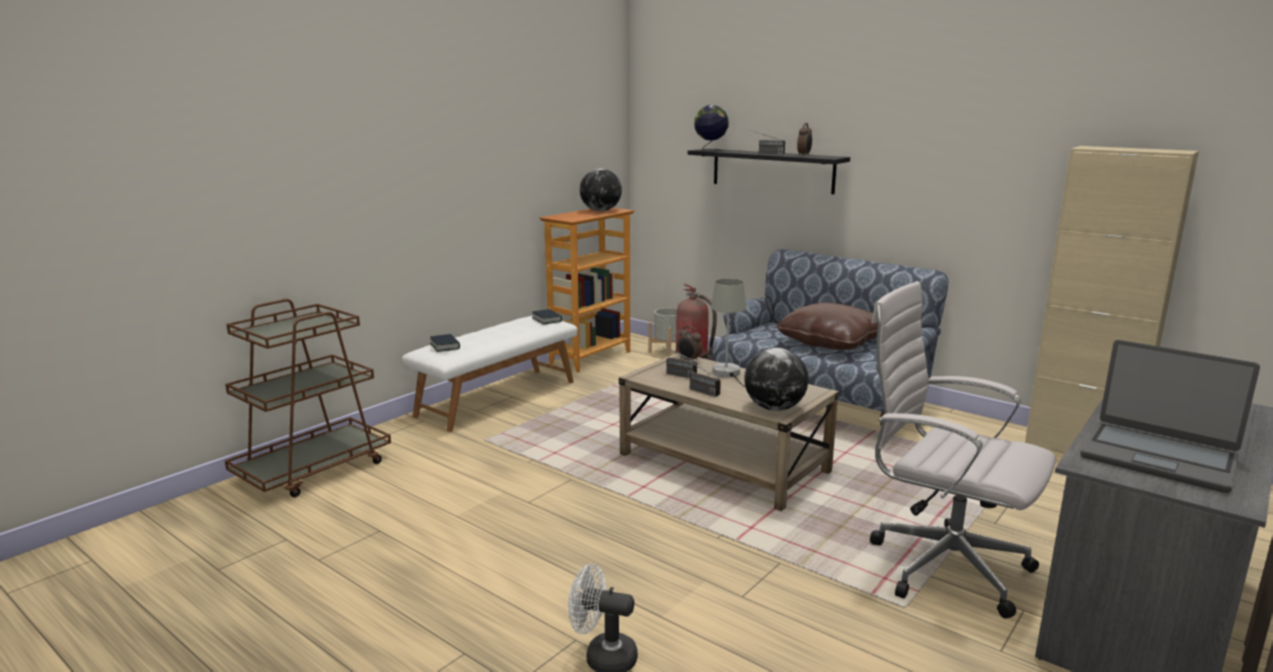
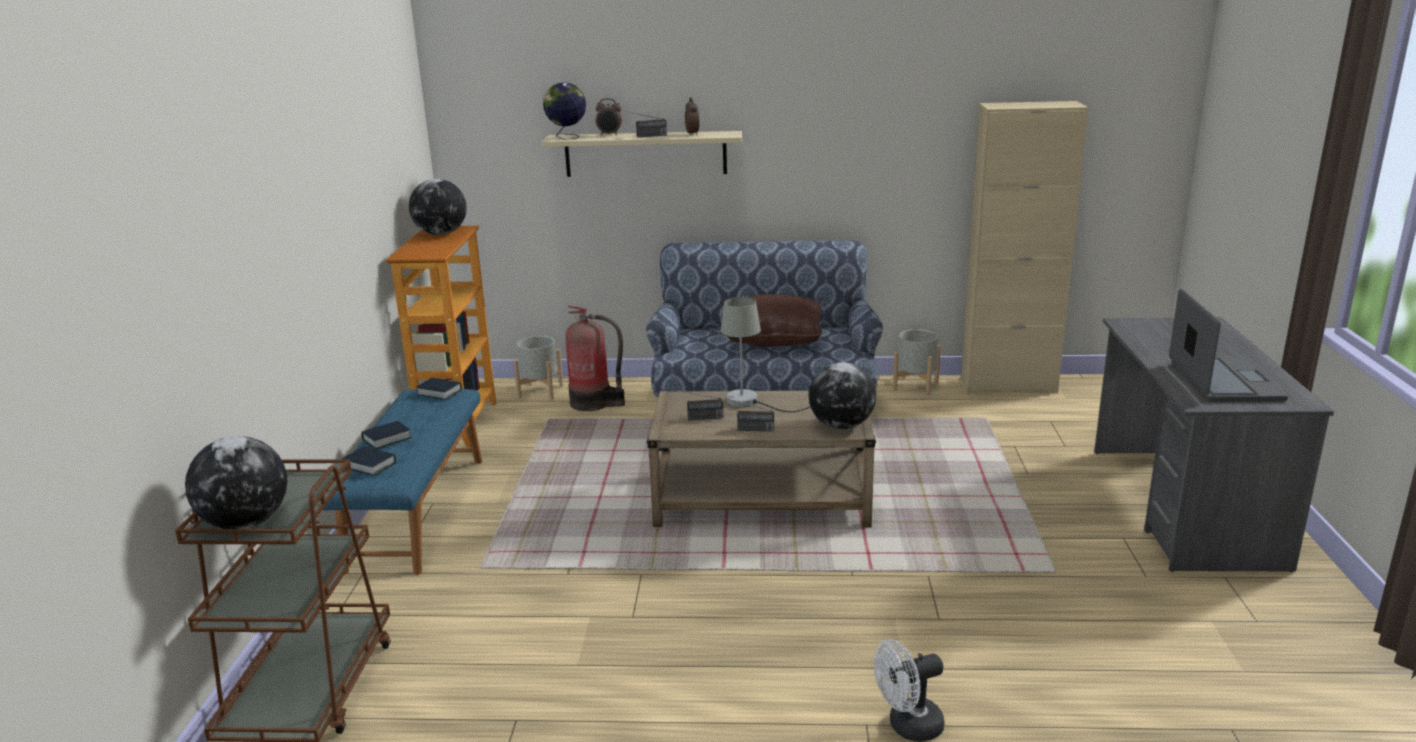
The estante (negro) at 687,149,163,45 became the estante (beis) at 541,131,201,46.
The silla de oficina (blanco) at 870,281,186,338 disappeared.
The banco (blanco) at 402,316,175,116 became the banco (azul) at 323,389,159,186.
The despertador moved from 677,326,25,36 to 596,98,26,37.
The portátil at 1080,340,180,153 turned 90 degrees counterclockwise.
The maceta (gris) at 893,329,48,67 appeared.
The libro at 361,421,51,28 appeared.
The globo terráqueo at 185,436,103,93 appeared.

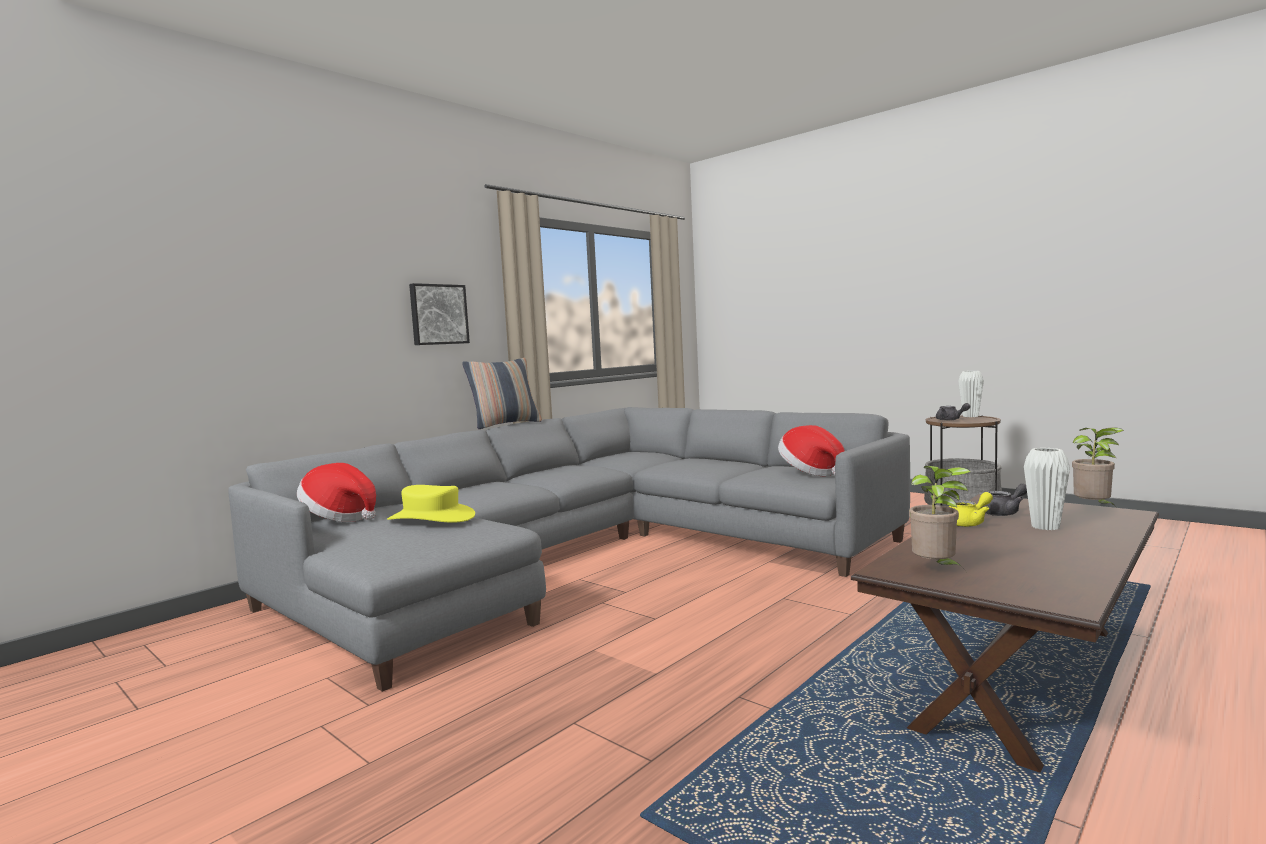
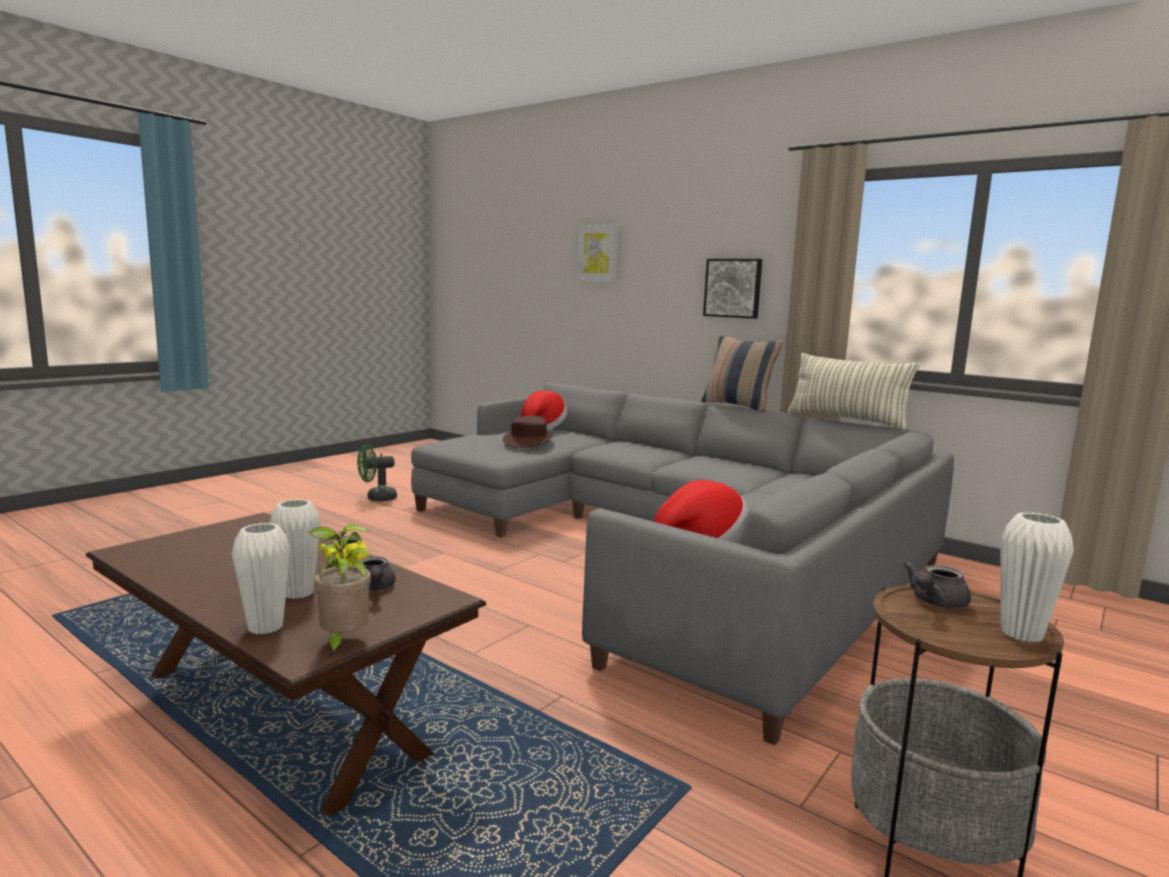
The planta en maceta at 909,466,62,104 disappeared.
The sombrero (amarillo) at 387,485,88,38 became the sombrero (marrón) at 503,416,51,32.
The cuadro at 577,224,42,58 appeared.
The cojín at 787,353,133,77 appeared.
The ventilador (verde) at 357,444,40,57 appeared.
The florero (blanco) at 232,523,58,112 appeared.

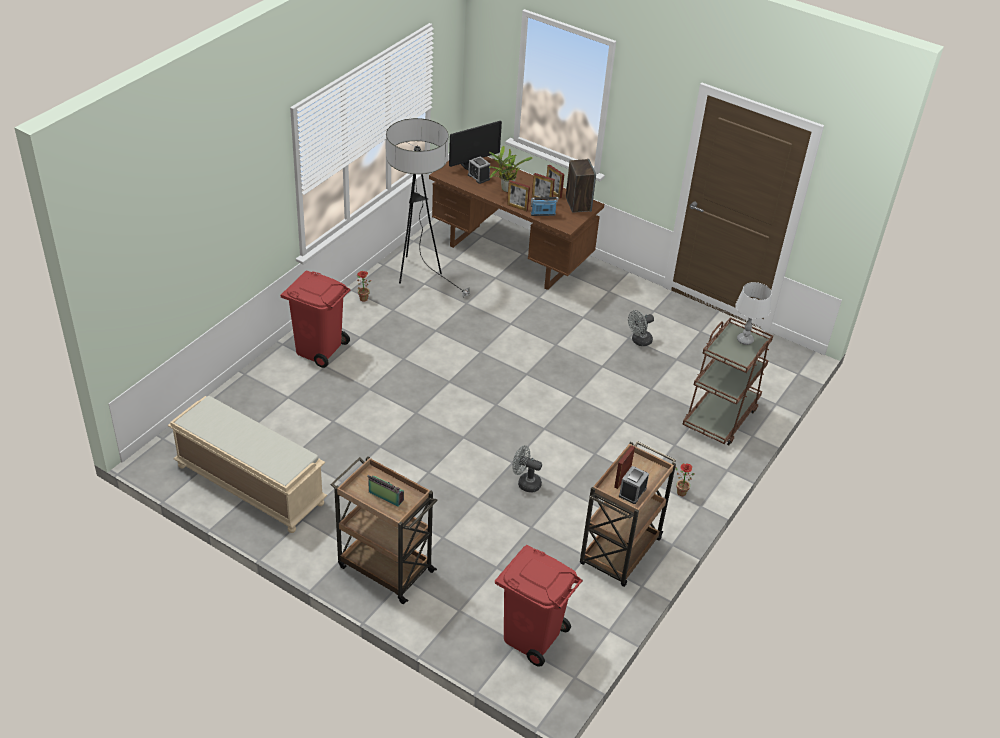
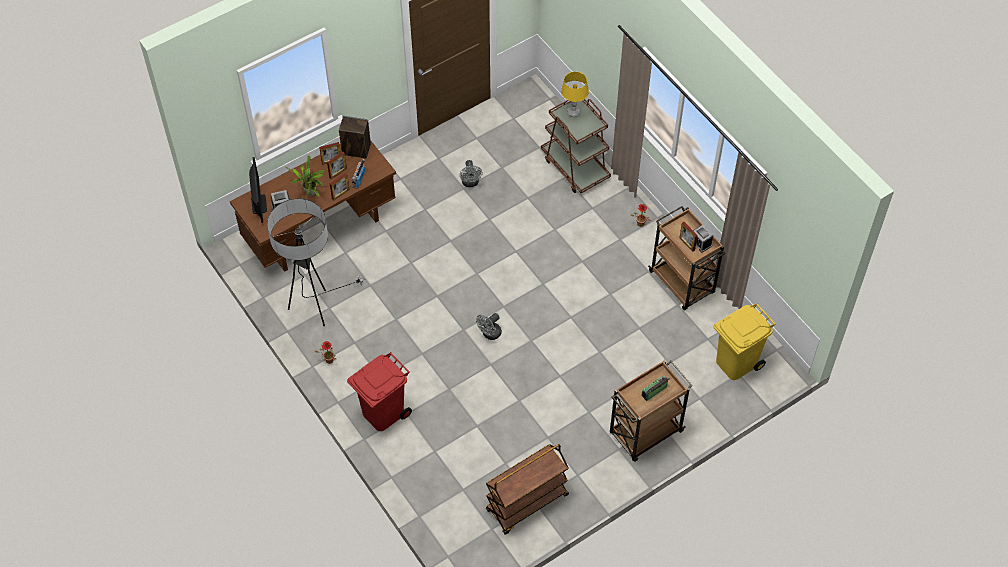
The lámpara de mesa (gris) at 735,282,37,63 became the lámpara de mesa (amarillo) at 561,72,28,45.
The banco (beis) at 168,396,159,137 was replaced by the carrito (marrón) at 486,444,83,91.
The ventilador (gris) moved from 512,445,30,48 to 476,313,26,27.
The papelera (rojo) at 495,545,88,122 became the papelera (amarillo) at 713,303,63,77.

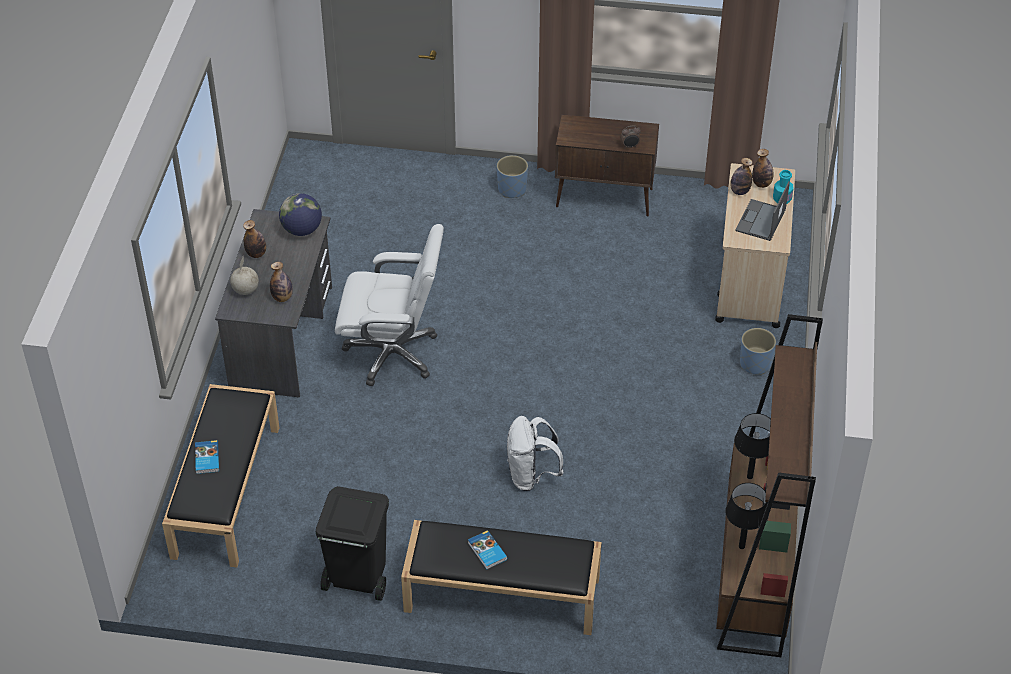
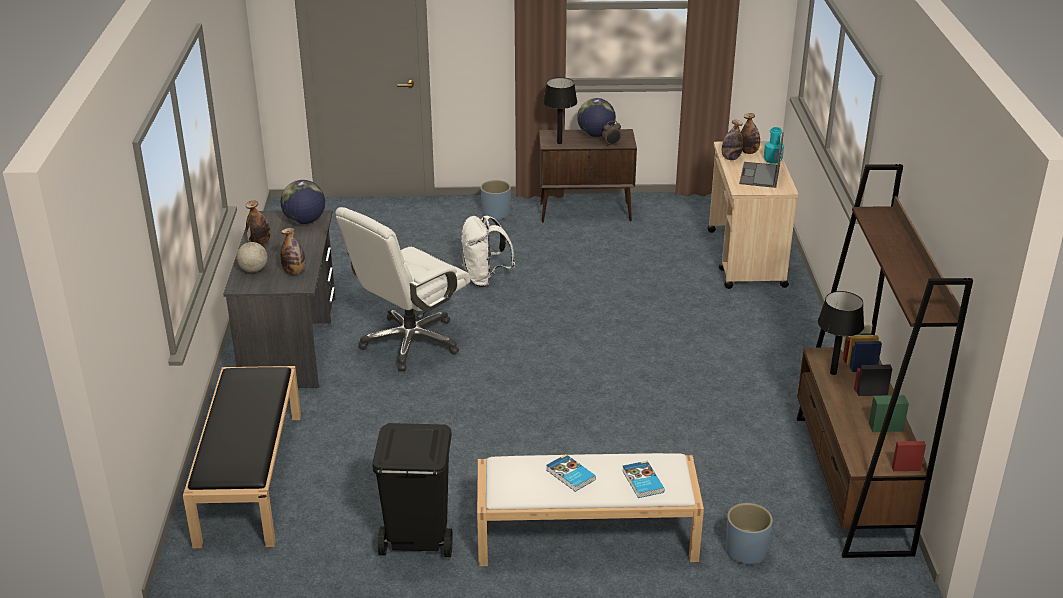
The silla de oficina (blanco) at 335,224,109,162 turned 135 degrees clockwise.
The maceta (azul) moved from 740,328,36,47 to 726,503,47,61.
The mochila (blanco) moved from 507,416,57,75 to 461,216,54,71.
The libro moved from 195,440,24,34 to 623,461,42,37.
The lámpara de mesa (negro) moved from 725,483,44,66 to 543,77,34,67.
The banco (negro) at 401,520,201,115 became the banco (blanco) at 477,453,227,113.
The globo terráqueo at 577,98,39,39 appeared.

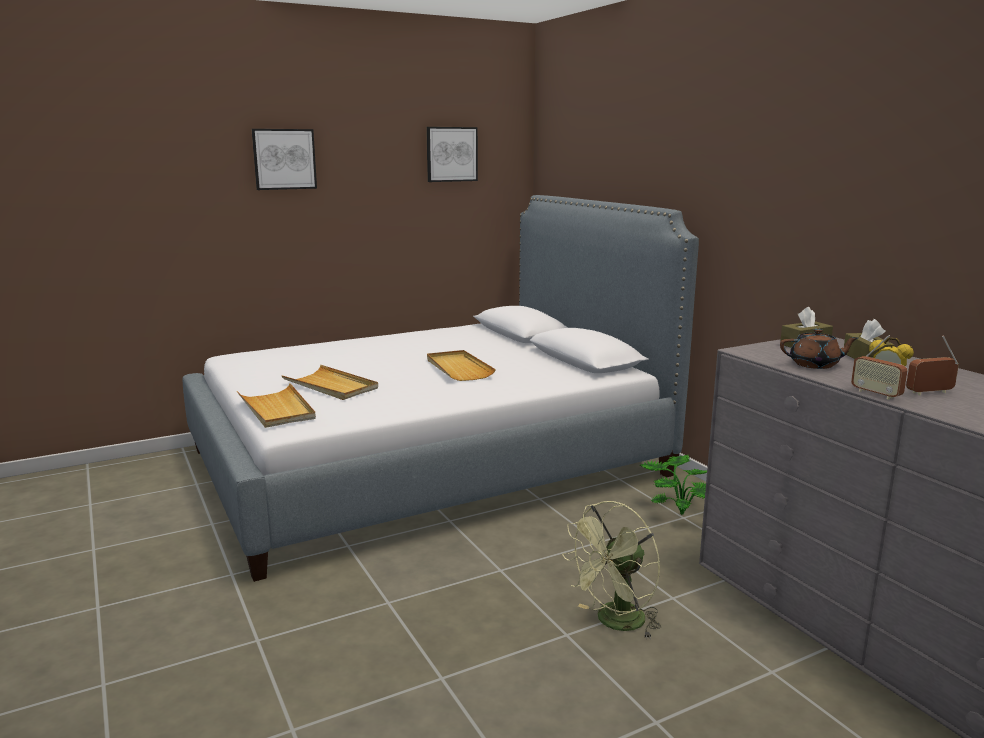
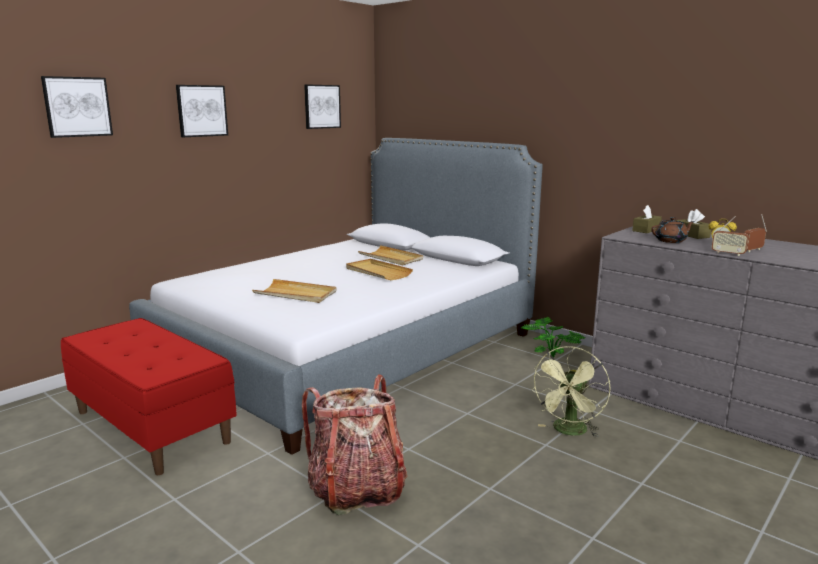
The bandeja (beis) moved from 237,383,79,45 to 358,245,65,20.
The cuadro at 41,76,72,62 appeared.
The banco (rojo) at 61,318,176,157 appeared.
The mochila at 302,375,106,140 appeared.

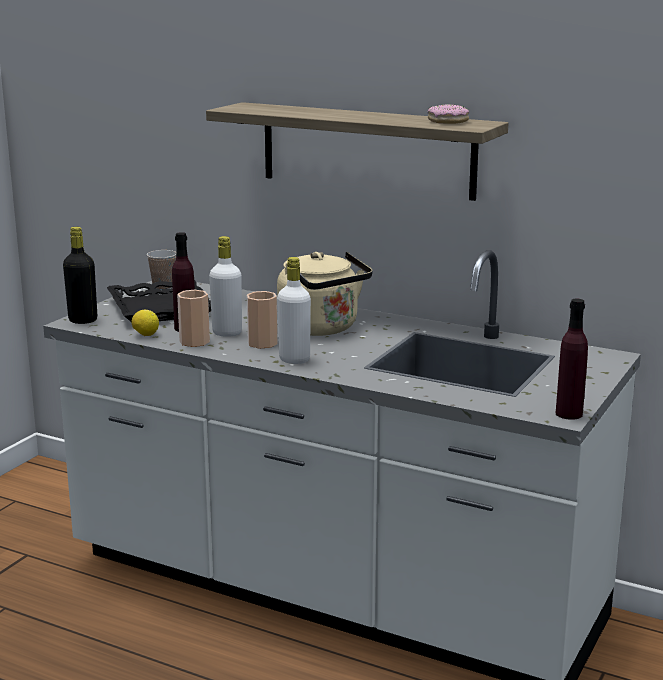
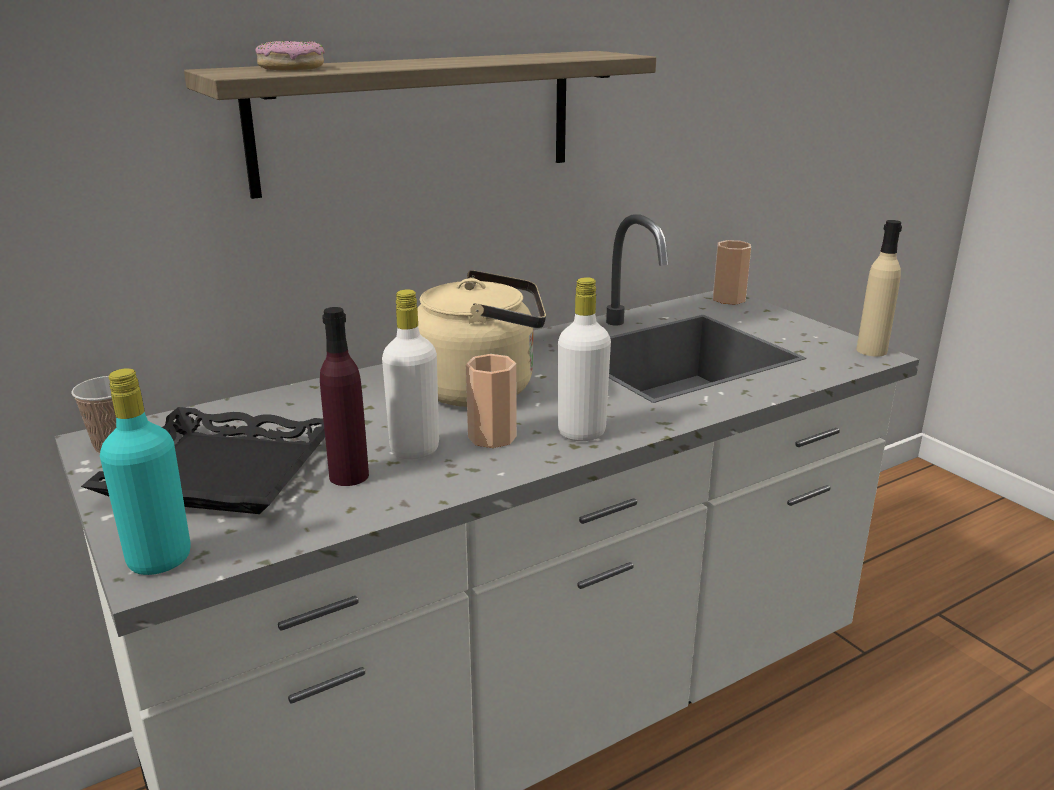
The rosquilla moved from 427,104,43,20 to 255,41,70,29.
The botella (negro) at 63,227,34,97 became the botella (turquesa) at 100,368,91,207.
The taza moved from 177,290,33,57 to 713,240,38,65.
The botella (morado) at 556,299,32,121 became the botella (beis) at 856,220,46,137.
The limón at 132,309,27,27 disappeared.

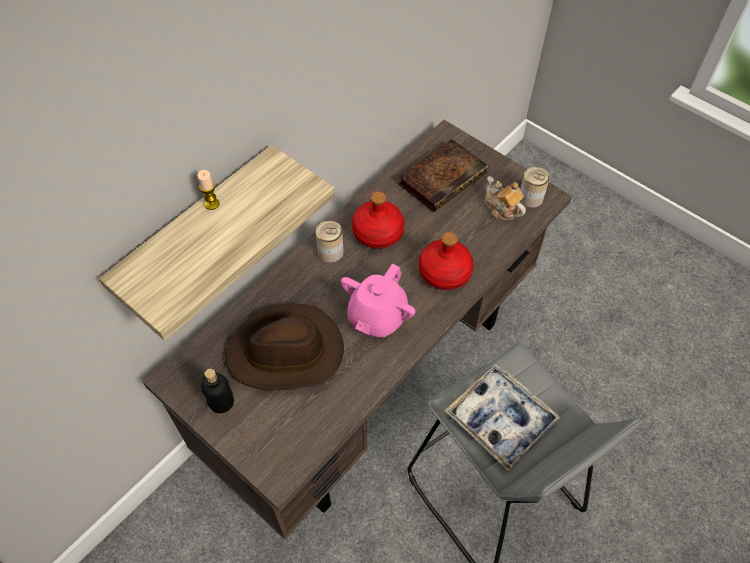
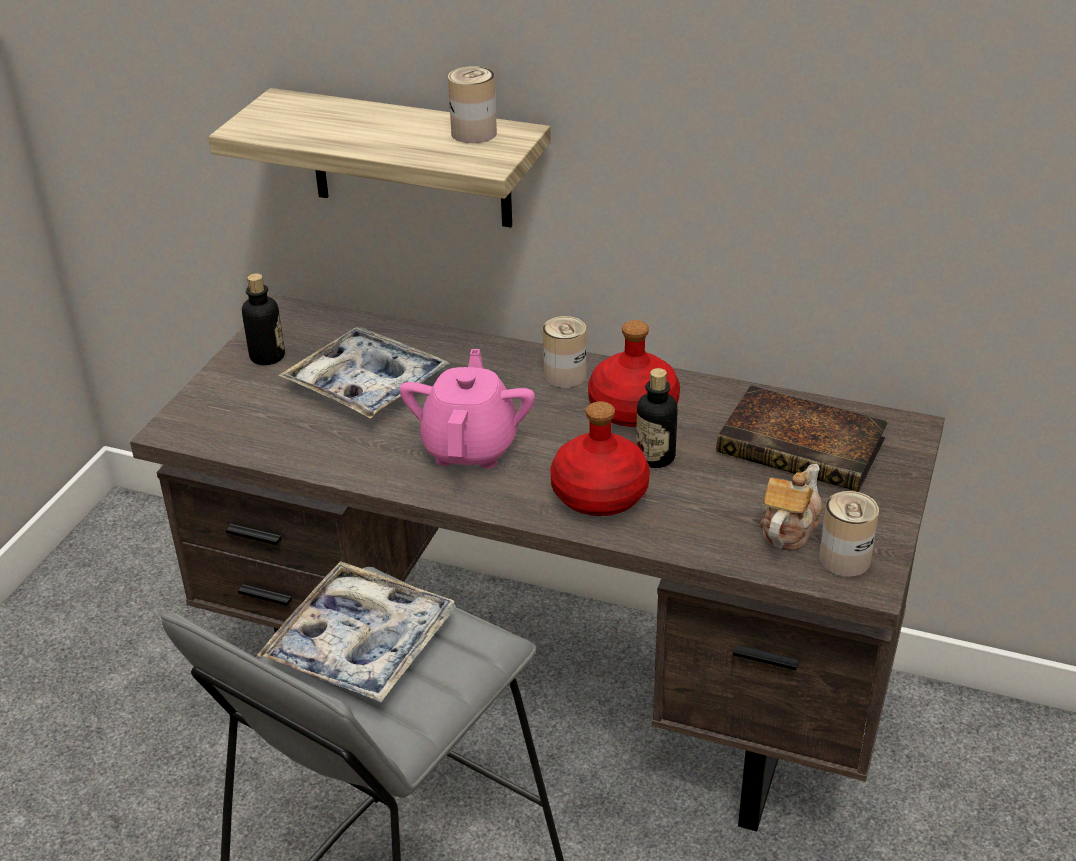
The vela at 198,170,22,40 disappeared.
The tetera (rosa) at 341,264,75,73 turned 90 degrees clockwise.
The sombrero (marrón) at 225,304,119,87 was replaced by the bandeja at 279,327,171,92.
The lata at 448,66,49,77 appeared.
The botella at 636,368,42,100 appeared.

